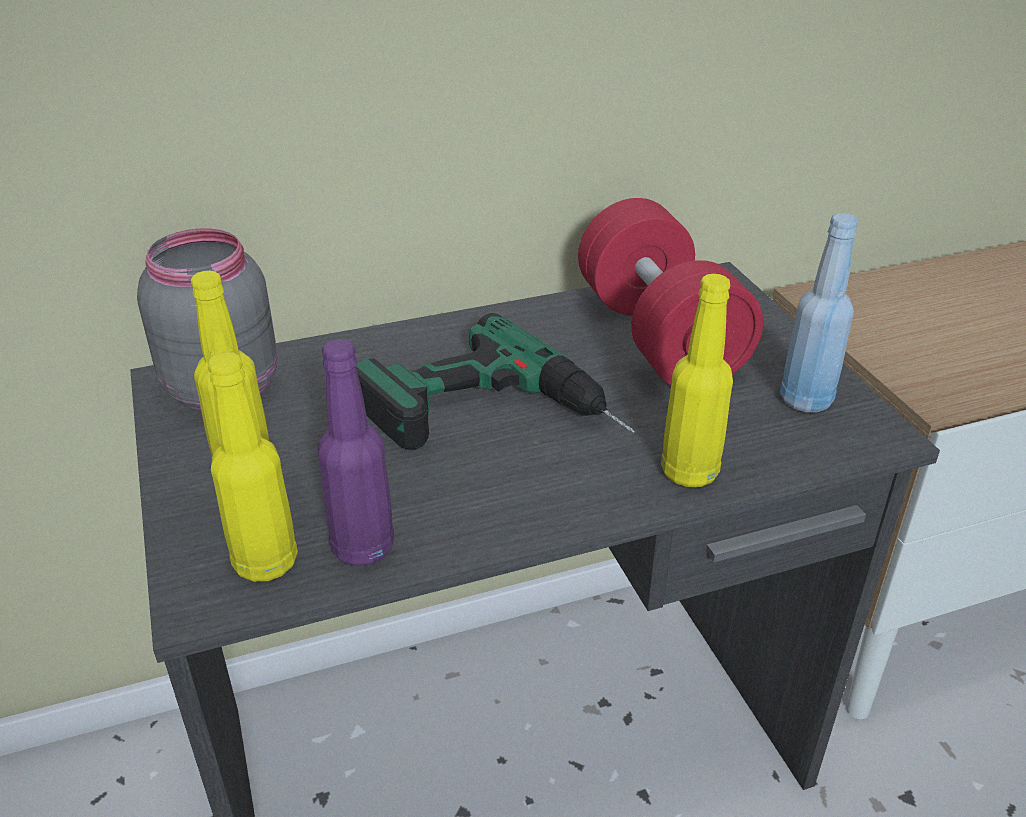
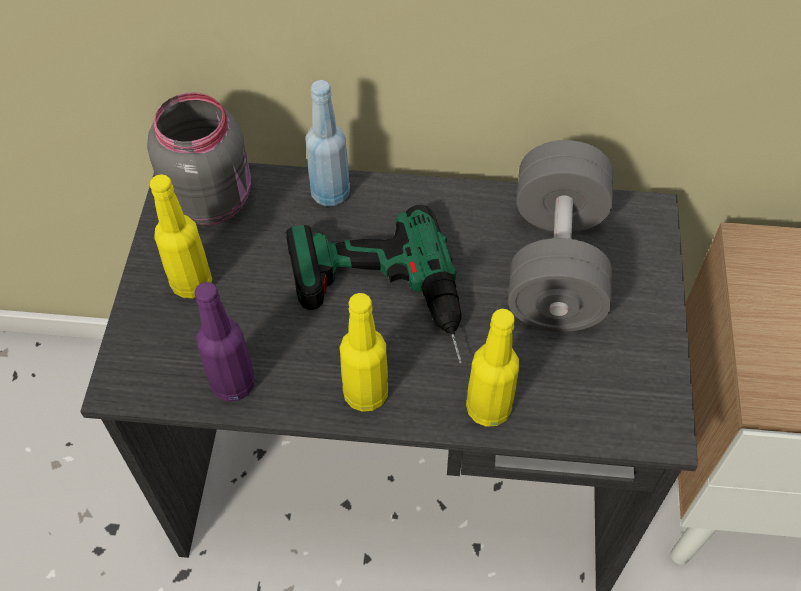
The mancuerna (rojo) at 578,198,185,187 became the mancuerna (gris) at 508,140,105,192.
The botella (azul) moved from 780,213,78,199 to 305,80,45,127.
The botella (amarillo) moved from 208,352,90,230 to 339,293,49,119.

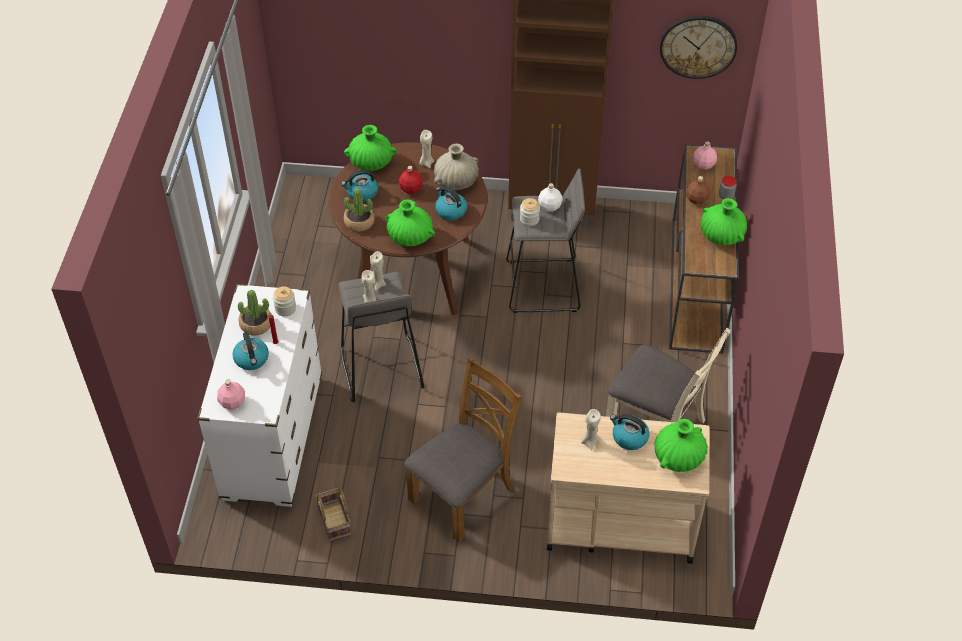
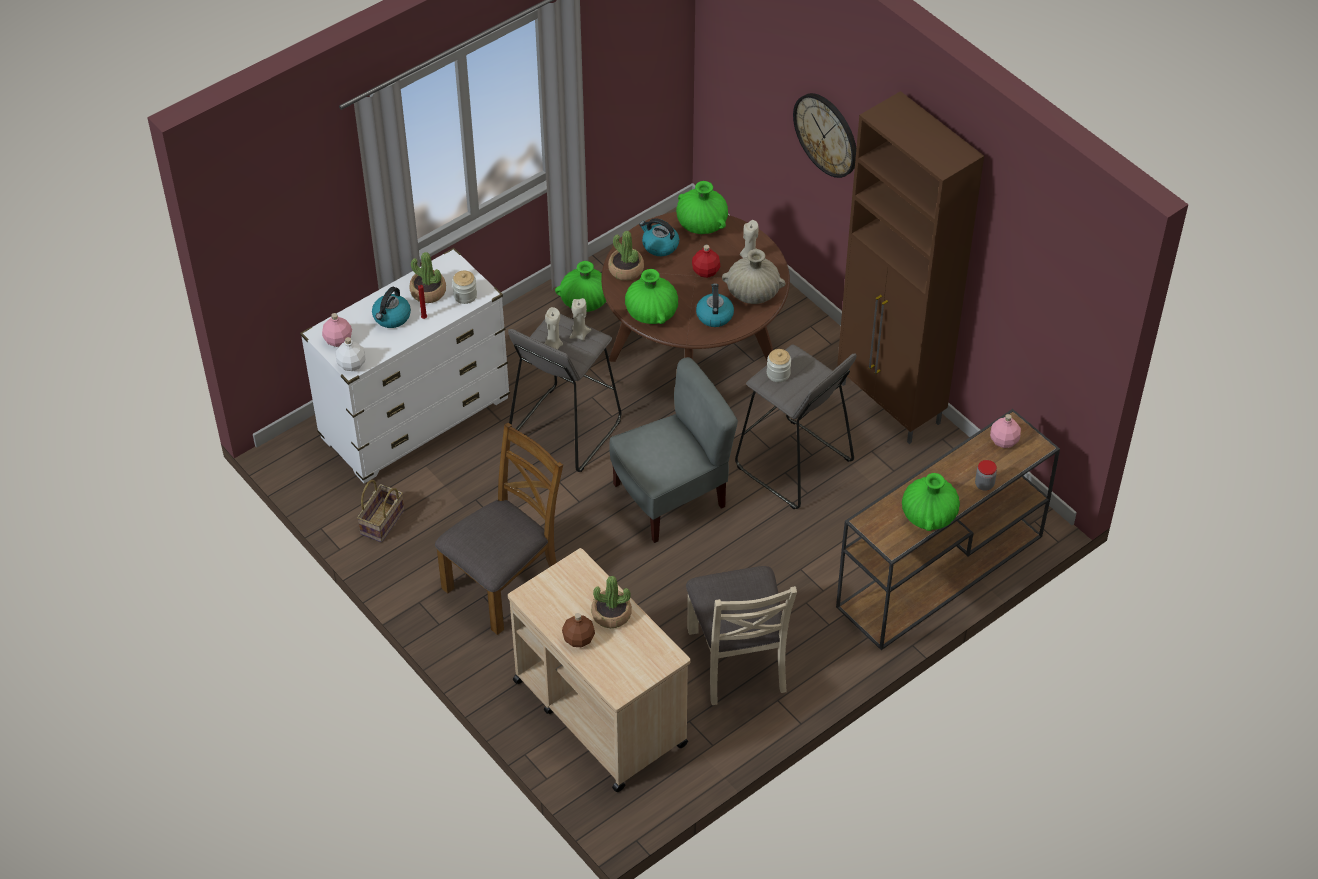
The reloj de pared moved from 660,15,77,64 to 793,93,63,85.
The botella (marrón) moved from 686,176,24,28 to 562,613,33,34.
The botella (blanco) moved from 538,183,25,28 to 336,337,30,34.
The silla (marrón) at 404,357,118,185 turned 45 degrees counterclockwise.
The vela (beis) at 581,409,20,41 disappeared.
The hervidor at 610,414,40,36 was replaced by the planta en maceta at 591,576,41,52.
The florero (verde) moved from 654,419,54,53 to 555,261,51,51.
The silla (gris) at 610,357,128,186 appeared.

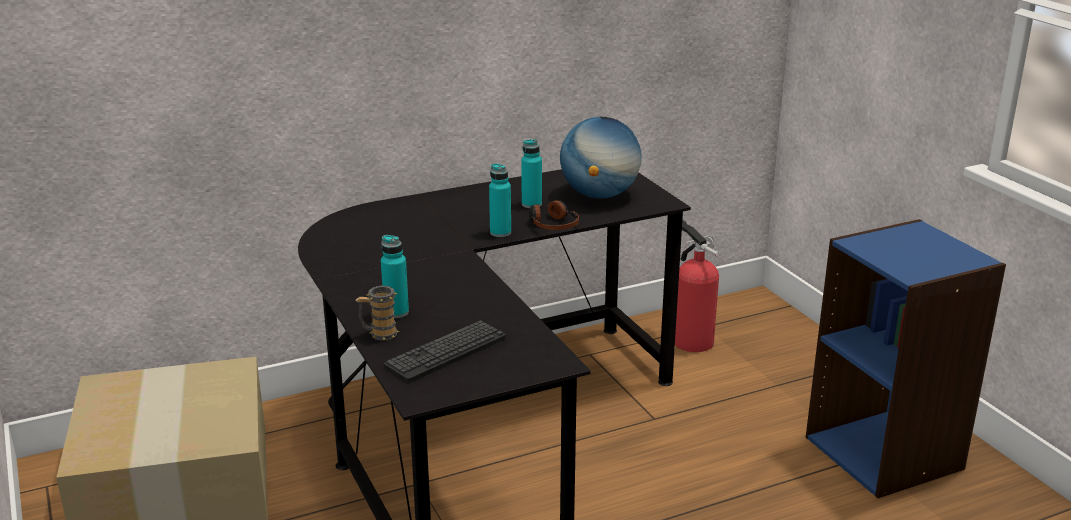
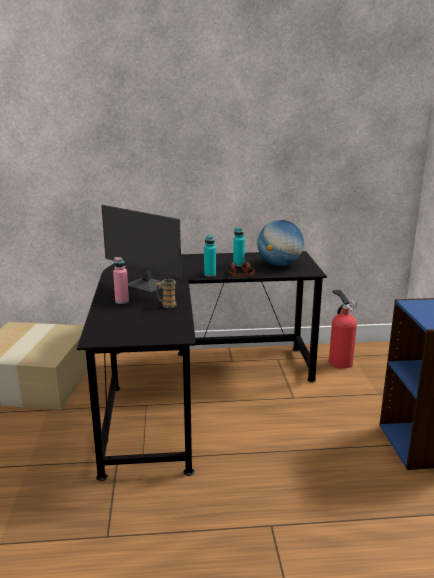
The botella (turquesa) at 381,235,28,83 became the botella (rosa) at 113,257,16,47.
The taza grande moved from 356,286,44,55 to 155,279,22,29.
The teclado at 384,320,122,63 disappeared.
The monitor at 101,205,81,88 appeared.

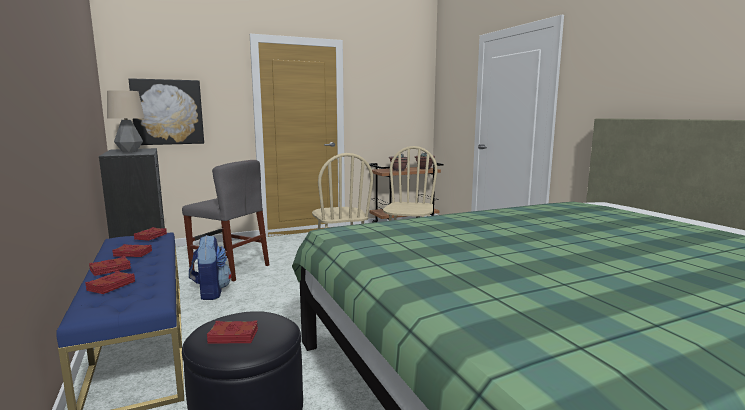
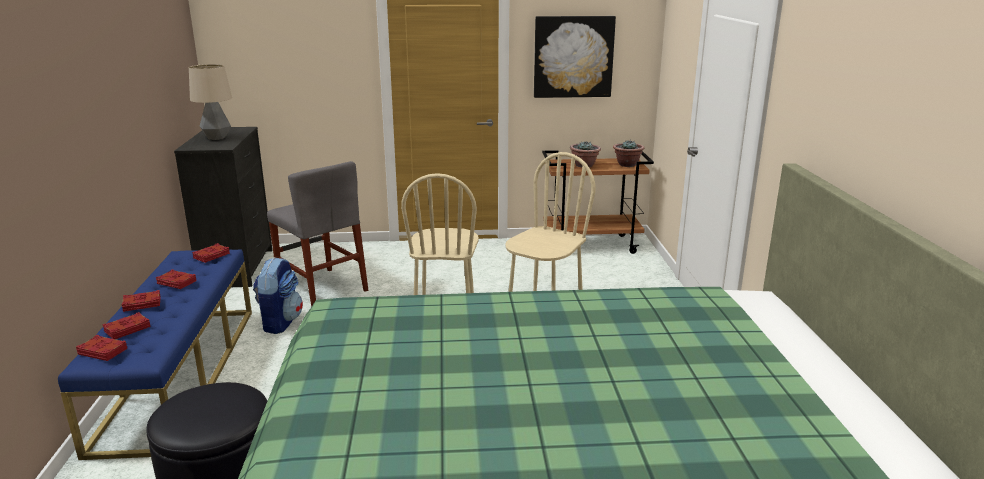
The cuadro moved from 129,78,75,67 to 534,16,82,82.
The libro (rojo) moved from 207,321,51,23 to 76,335,52,26.

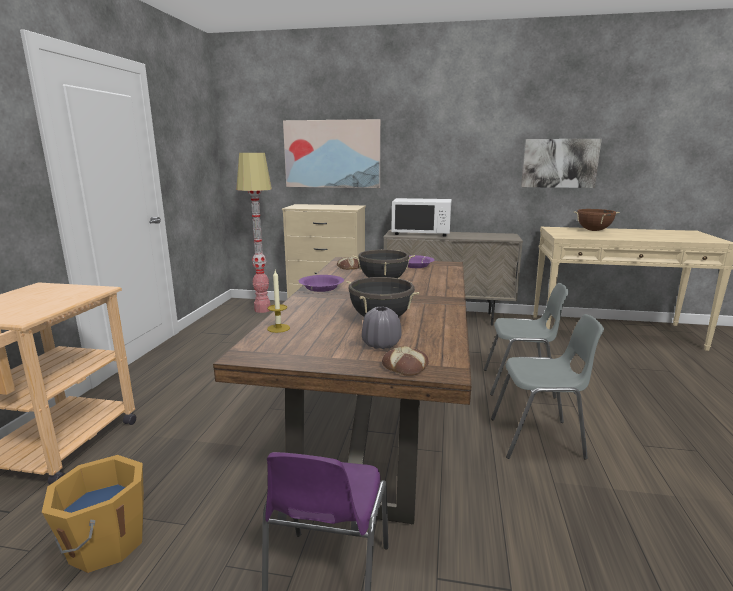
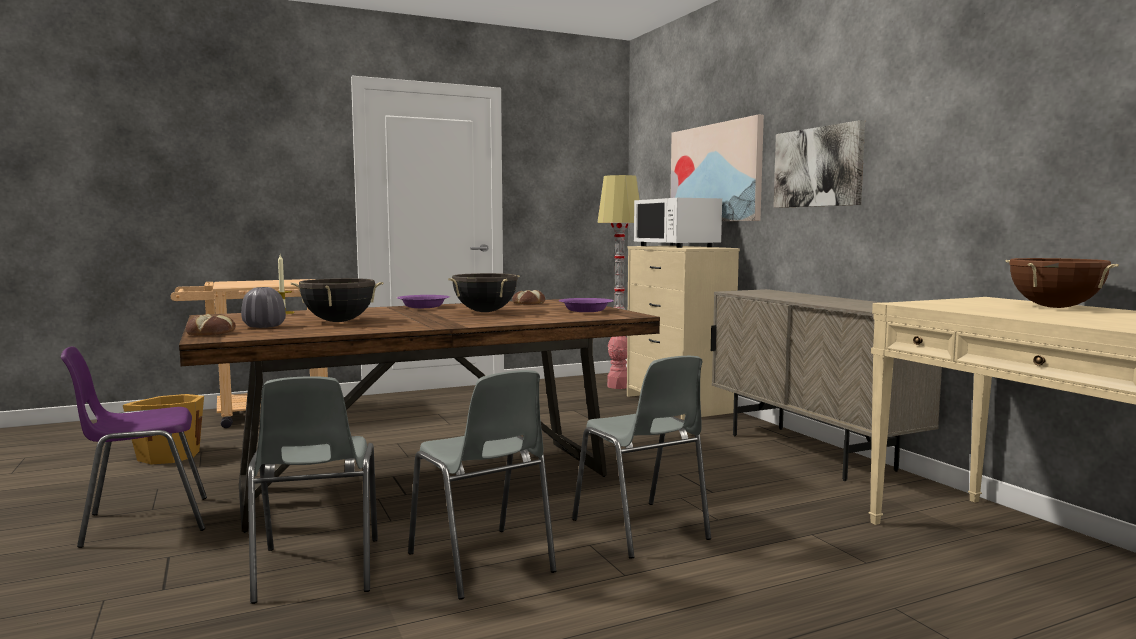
The cuadro moved from 521,139,81,49 to 773,120,92,88.
The microondas (blanco) moved from 391,198,60,38 to 634,198,88,50.
The silla (gris) at 248,376,130,228 appeared.

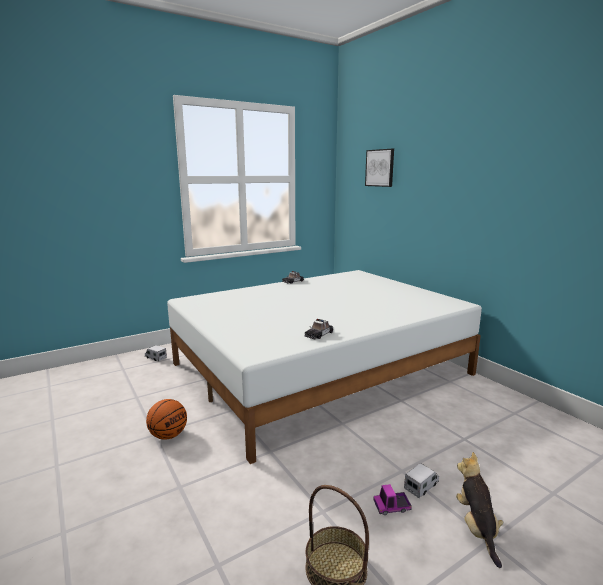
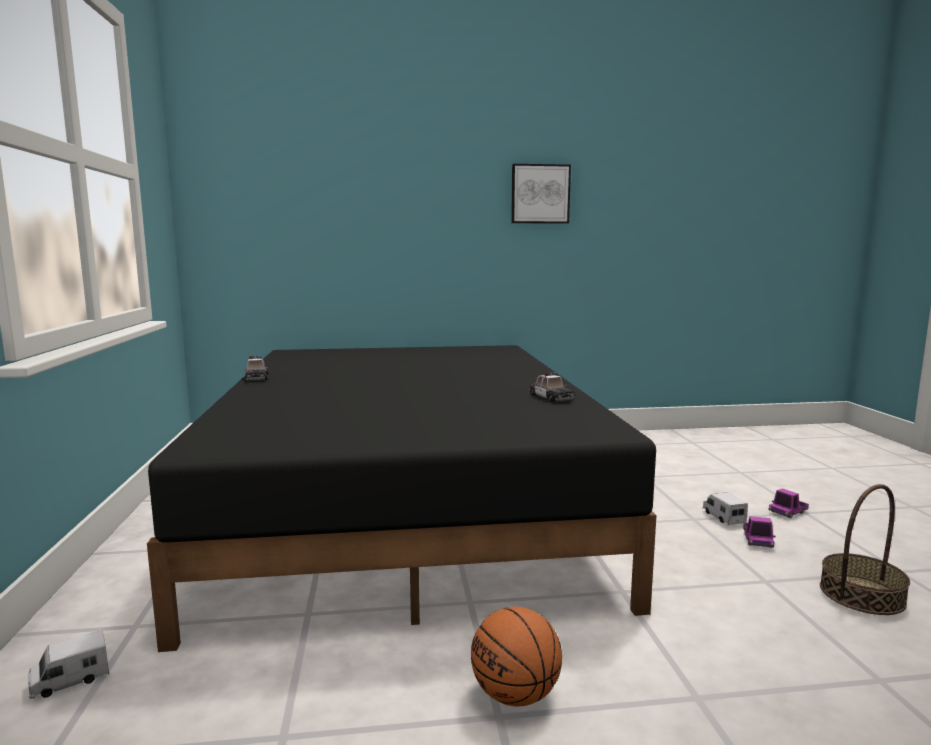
The cuadro moved from 365,149,29,38 to 511,164,60,60.
The cama (blanco) at 167,270,315,194 became the cama (negro) at 147,345,509,307.
The peluche at 456,452,47,116 was replaced by the camión de juguete at 769,488,40,30.

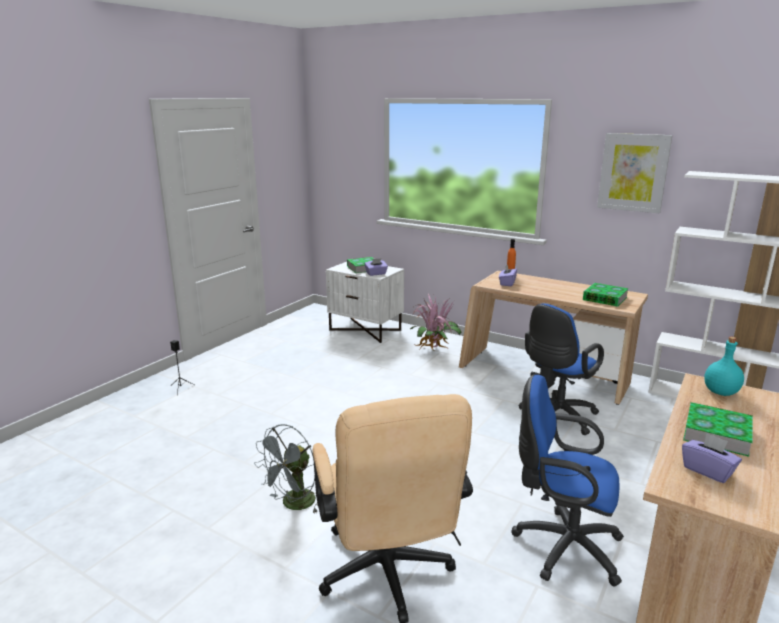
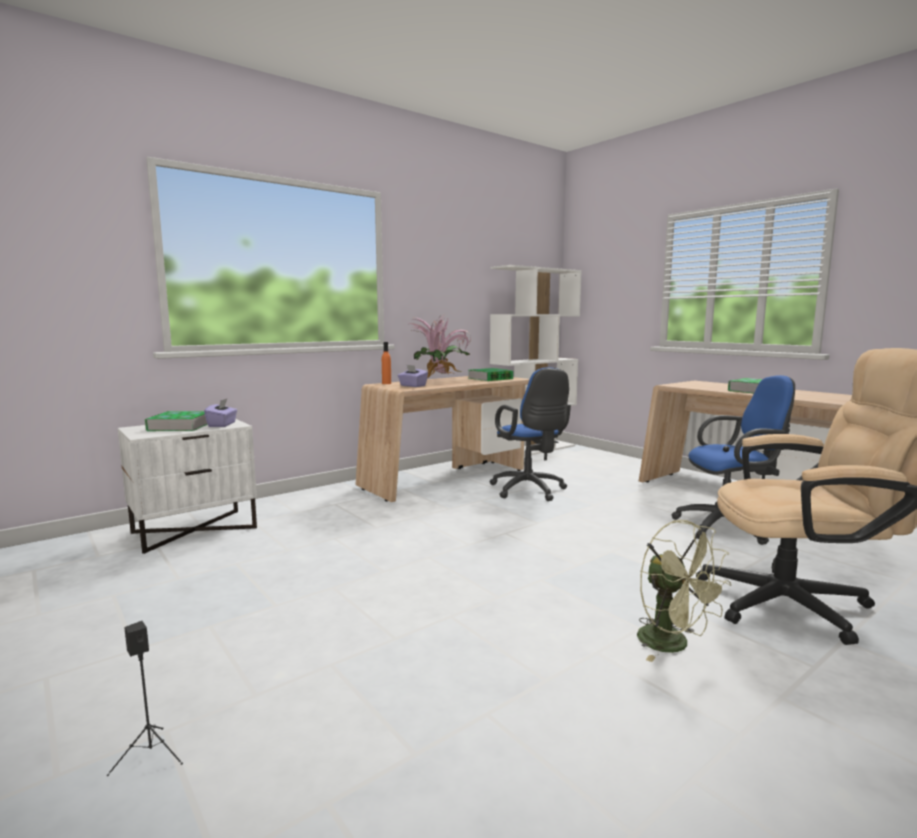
The cuadro at 597,133,75,80 disappeared.
The planta en maceta moved from 410,294,51,57 to 409,316,62,62.
The botella (turquesa) at 704,337,40,59 disappeared.
The silla de oficina (azul) at 511,374,113,212 turned 135 degrees counterclockwise.
The ventilador (gris) at 254,424,64,90 became the ventilador (verde) at 637,520,94,142.
The caja de pañuelos (morado) at 682,433,60,50 disappeared.

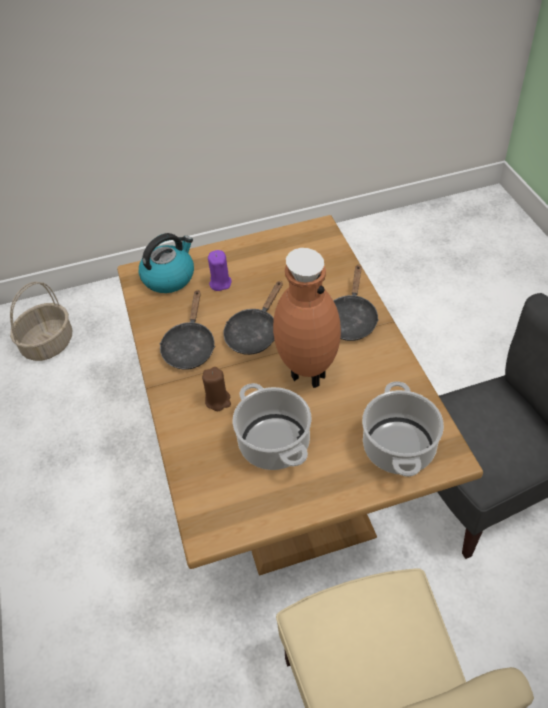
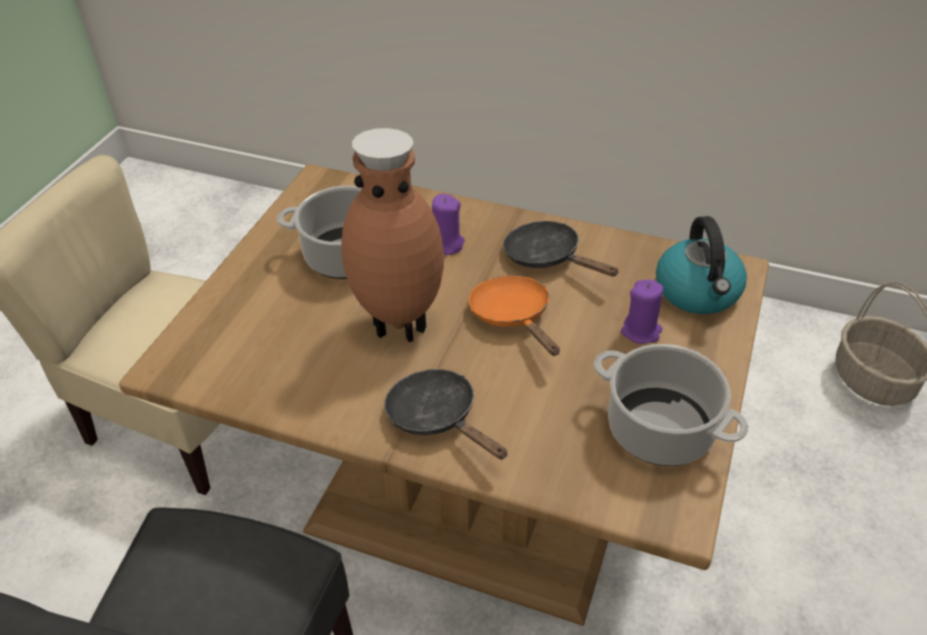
The sartén (negro) at 223,281,60,74 became the sartén (naranja) at 469,275,91,81.
The vela (marrón) at 202,367,29,44 became the vela (morado) at 432,194,33,61.
The olla moved from 362,381,82,96 to 594,344,155,122.

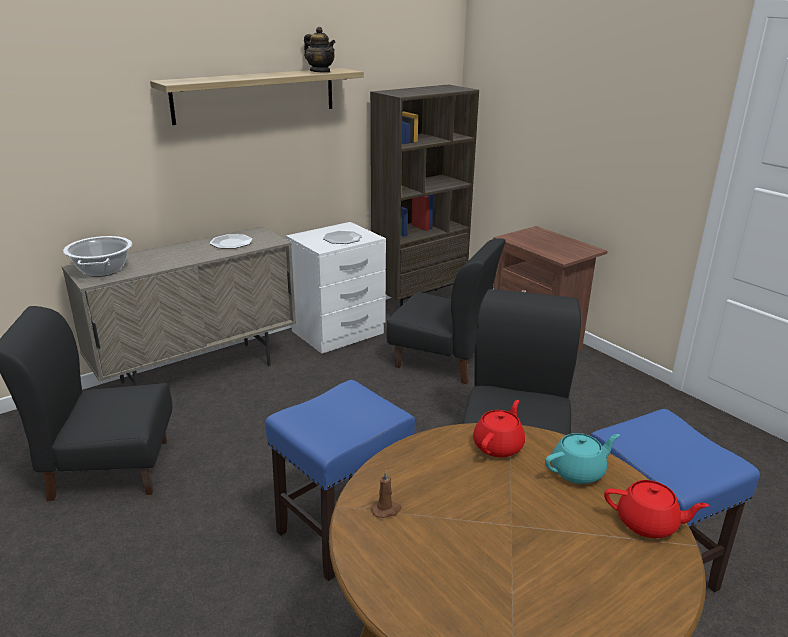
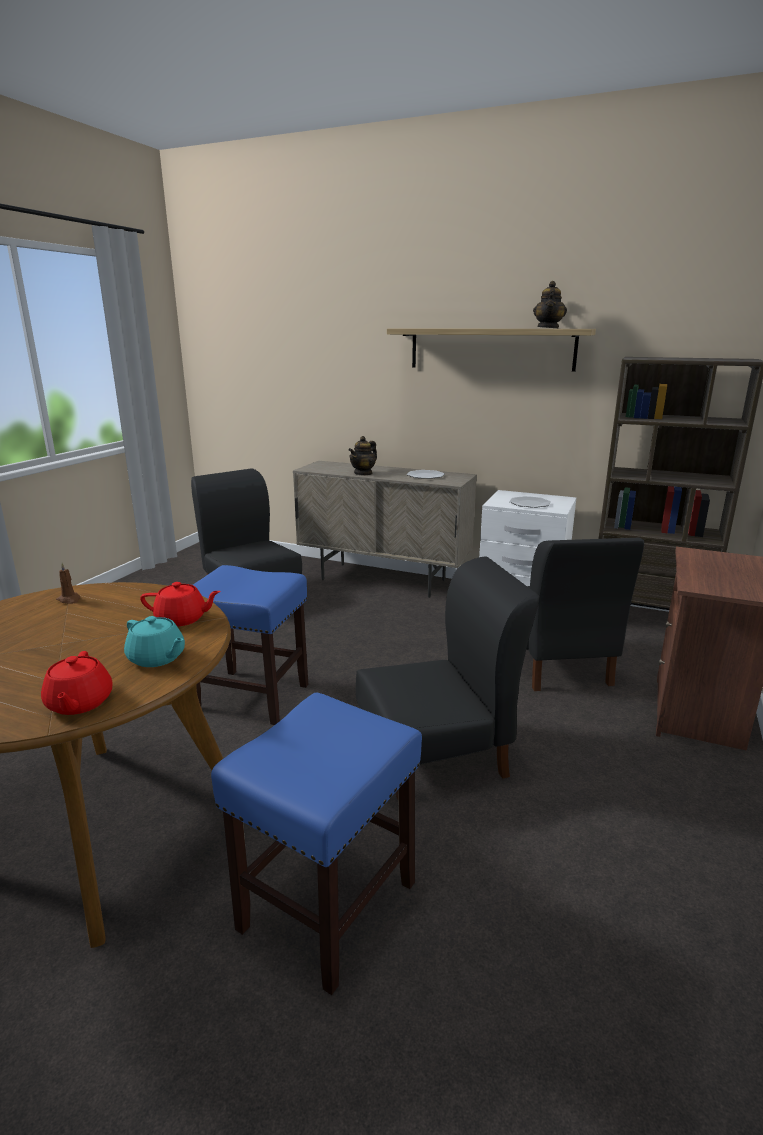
The olla at 63,236,69,41 disappeared.
The tetera at 349,436,28,40 appeared.

